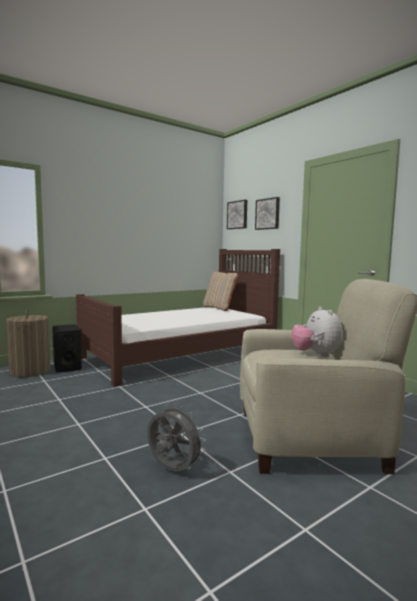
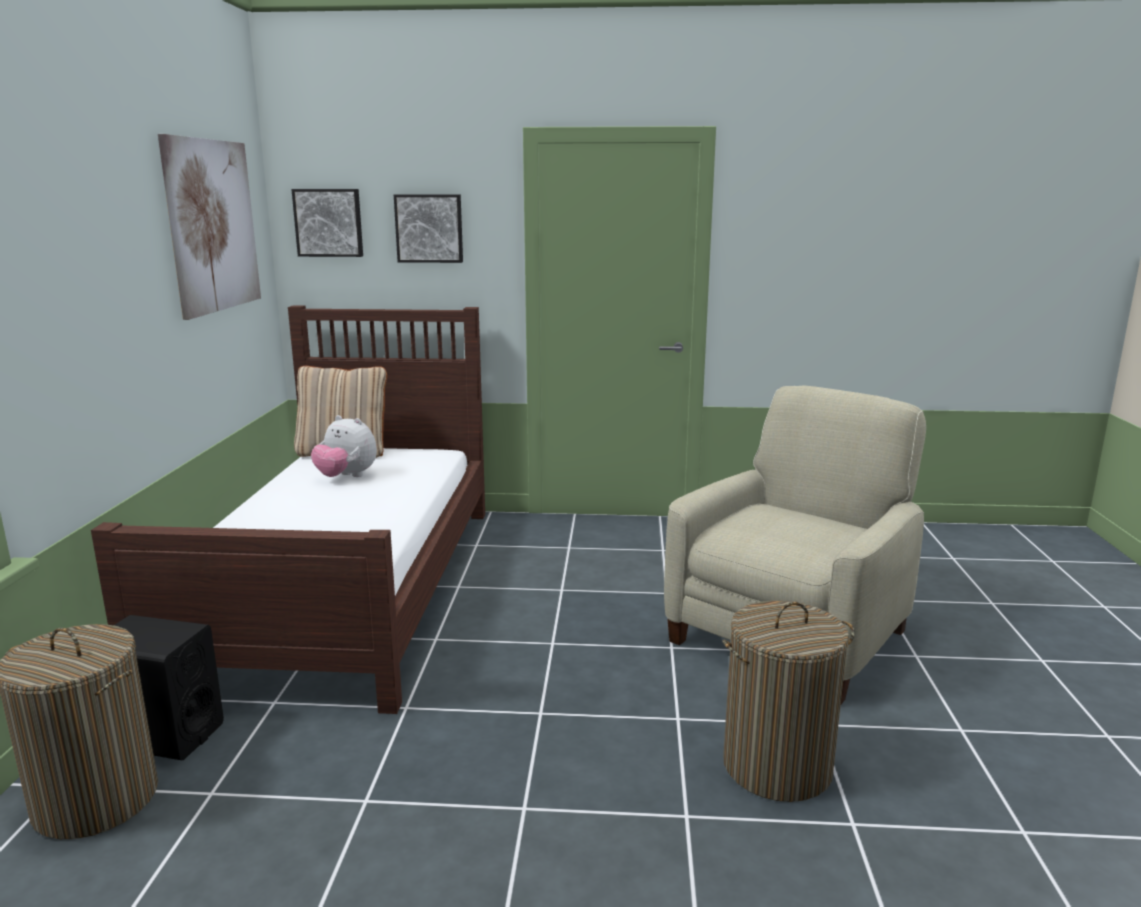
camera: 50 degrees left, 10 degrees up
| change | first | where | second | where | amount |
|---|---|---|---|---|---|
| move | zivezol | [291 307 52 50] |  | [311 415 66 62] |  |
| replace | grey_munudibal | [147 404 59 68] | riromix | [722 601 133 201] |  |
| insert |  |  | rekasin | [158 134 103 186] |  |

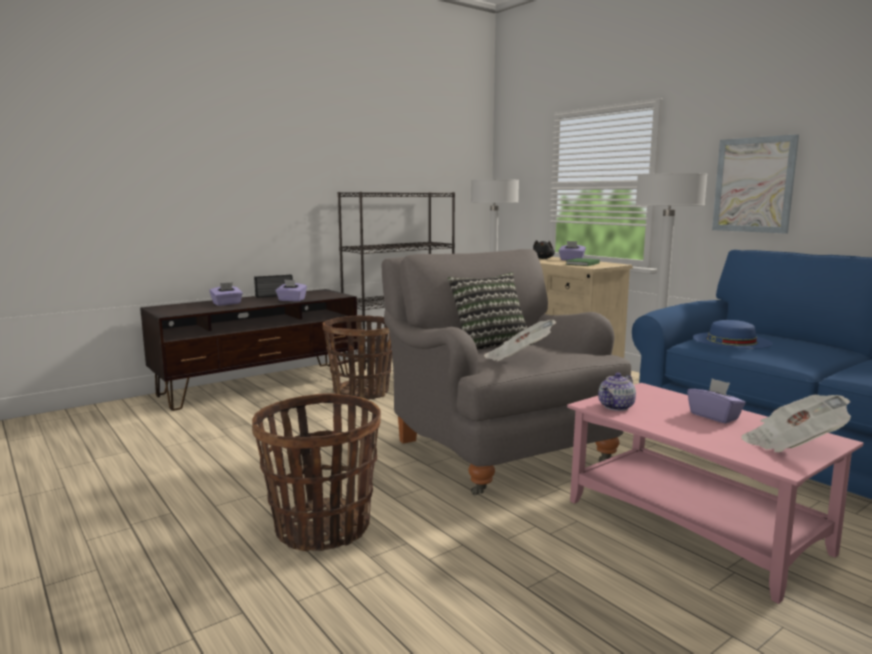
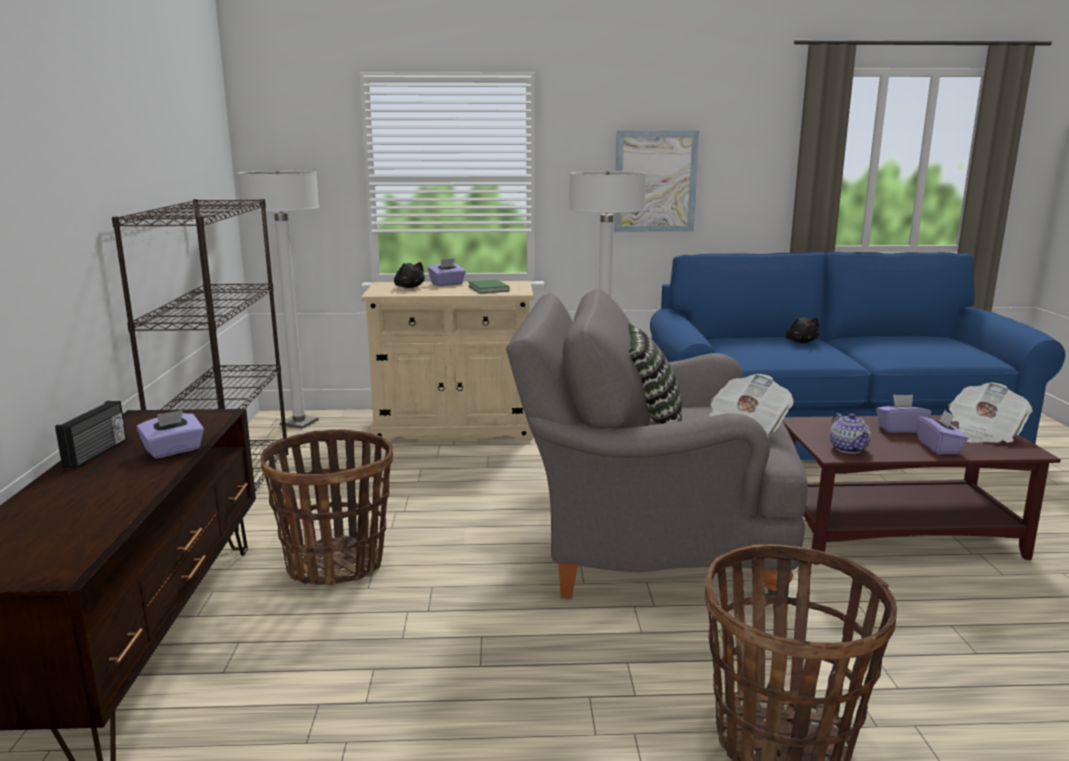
camera: 55 degrees left, 5 degrees up
| change | first | where | second | where | amount |
|---|---|---|---|---|---|
| move | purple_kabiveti | [209 282 34 24] |  | [917 410 51 44] |  |
| delete | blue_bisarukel | [693 320 80 29] |  |  |  |
| recolor | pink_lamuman | [567 383 296 221] | brown_lamuman | [782 415 279 149] |  |
| insert |  |  | black_zivezol | [785 317 34 26] |  |

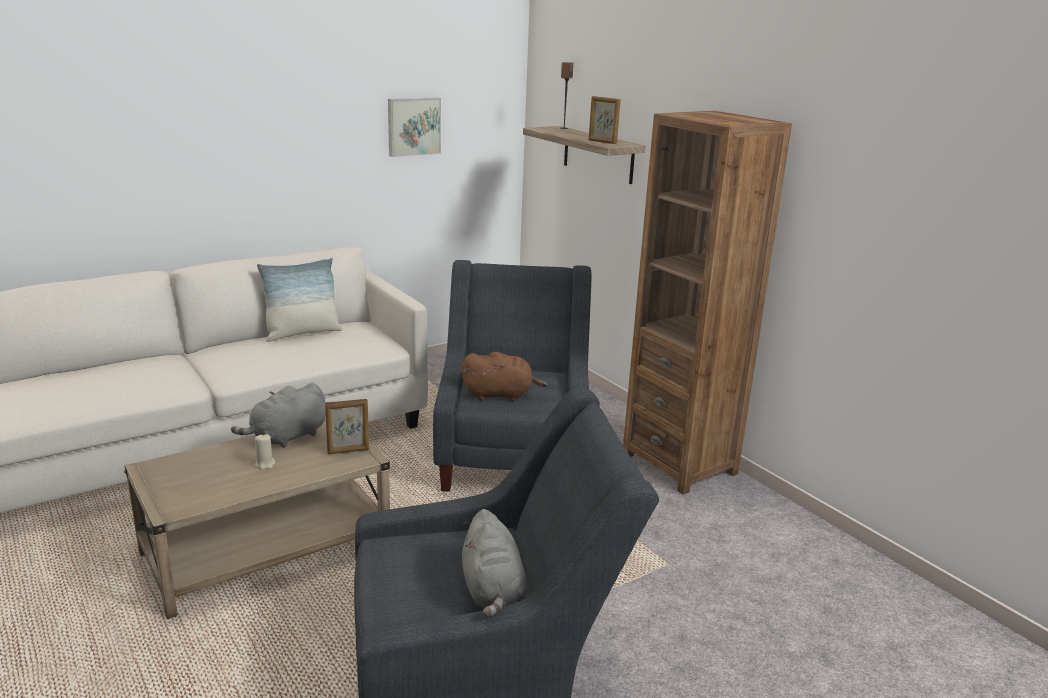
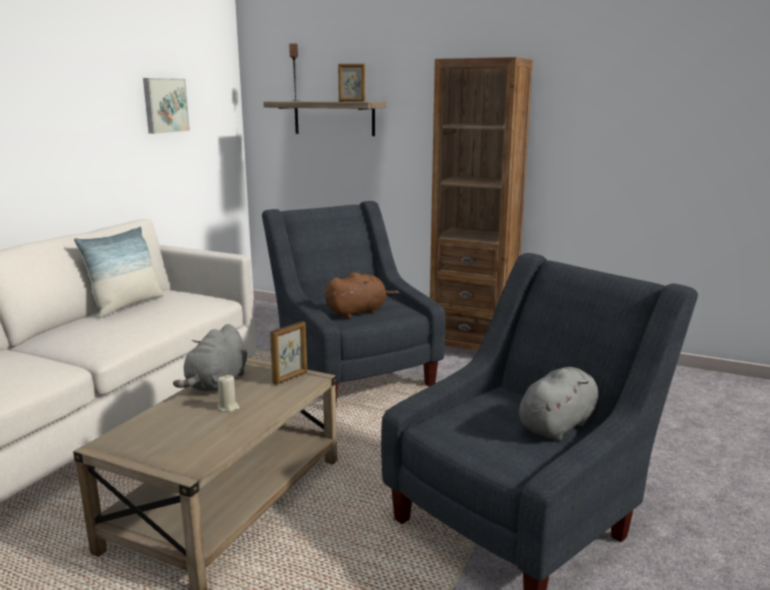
camera: 30 degrees left, 5 degrees down
| change | first | where | second | where | amount |
|---|---|---|---|---|---|
| rotate | grey_zivezol | [462 509 64 108] |  | [519 367 79 74] | 90 degrees counterclockwise |

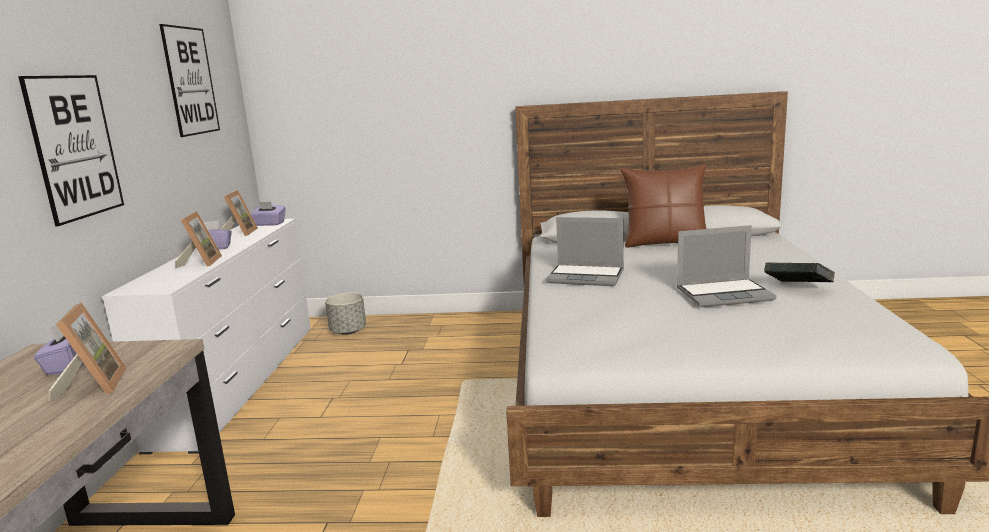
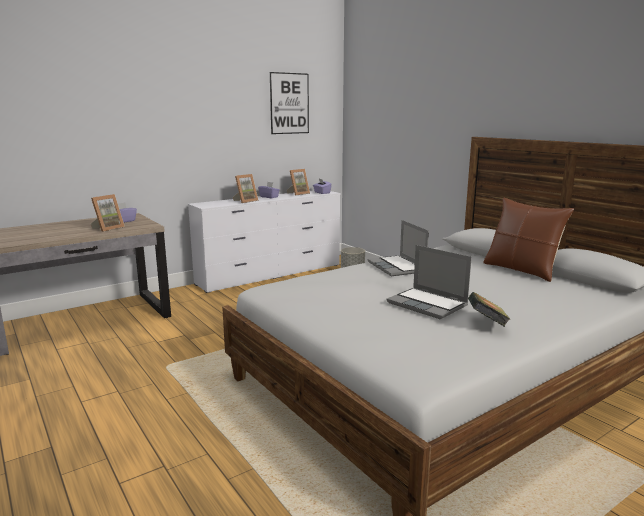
camera: 50 degrees right, 0 degrees up
| change | first | where | second | where | amount |
|---|---|---|---|---|---|
| delete | rekasin | [18 75 106 151] |  |  |  |

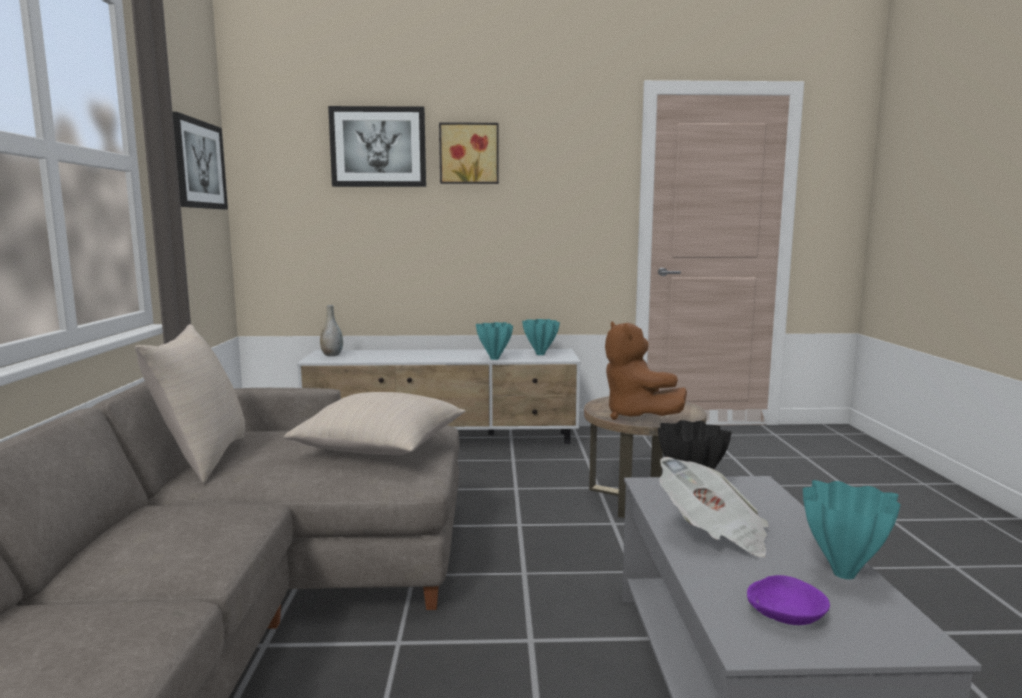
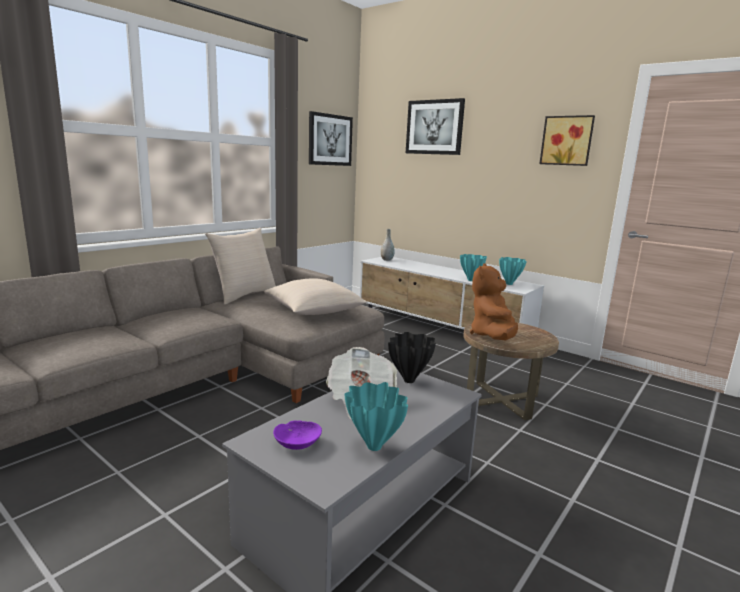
camera: 40 degrees right, 5 degrees up
| change | first | where | second | where | amount |
|---|---|---|---|---|---|
| move | rekasin | [439 122 60 62] |  | [539 115 56 51] |  |

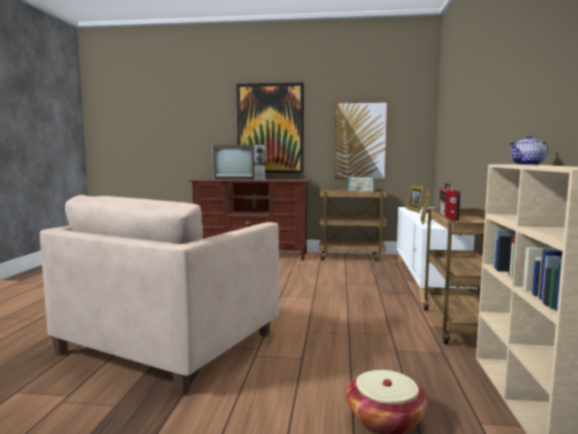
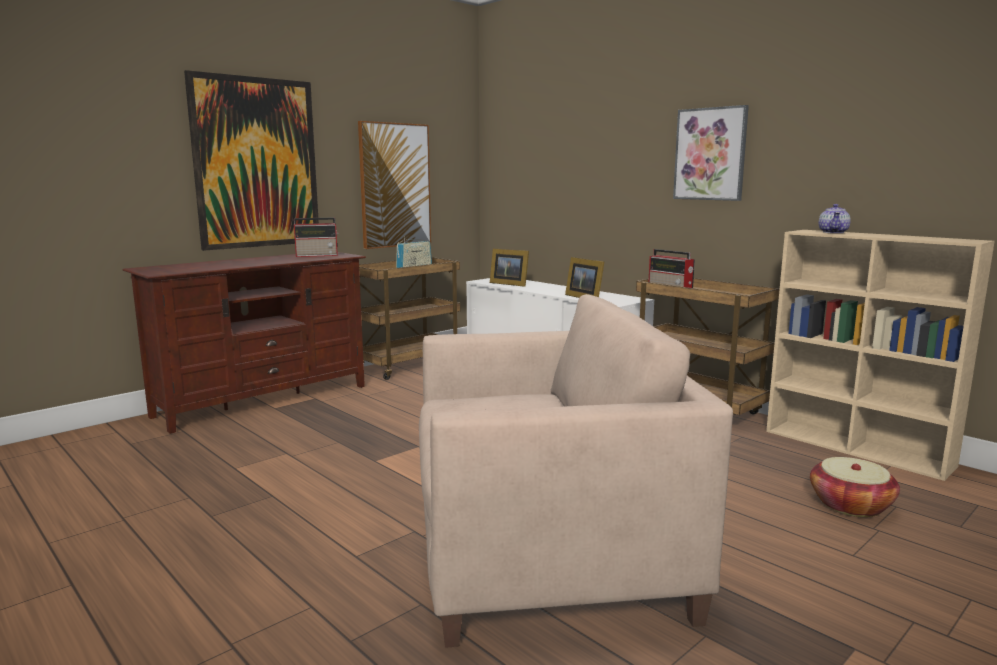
camera: 50 degrees left, 5 degrees up
| change | first | where | second | where | amount |
|---|---|---|---|---|---|
| delete | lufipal | [212 145 54 35] |  |  |  |
| rotate | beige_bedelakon | [40 195 239 200] |  | [419 294 314 354] | 75 degrees counterclockwise |
| insert |  |  | rekasin | [673 105 76 96] |  |
| insert |  |  | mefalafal | [294 218 44 39] |  |

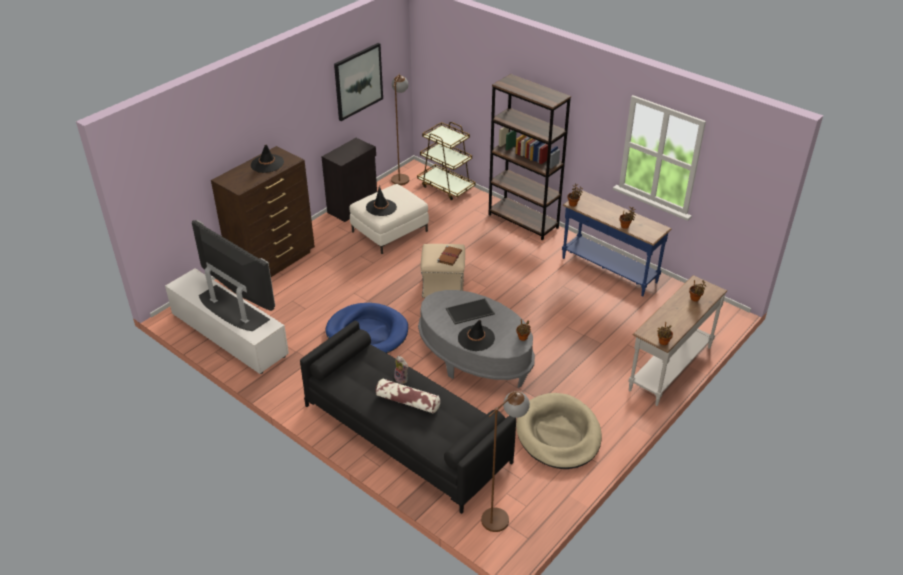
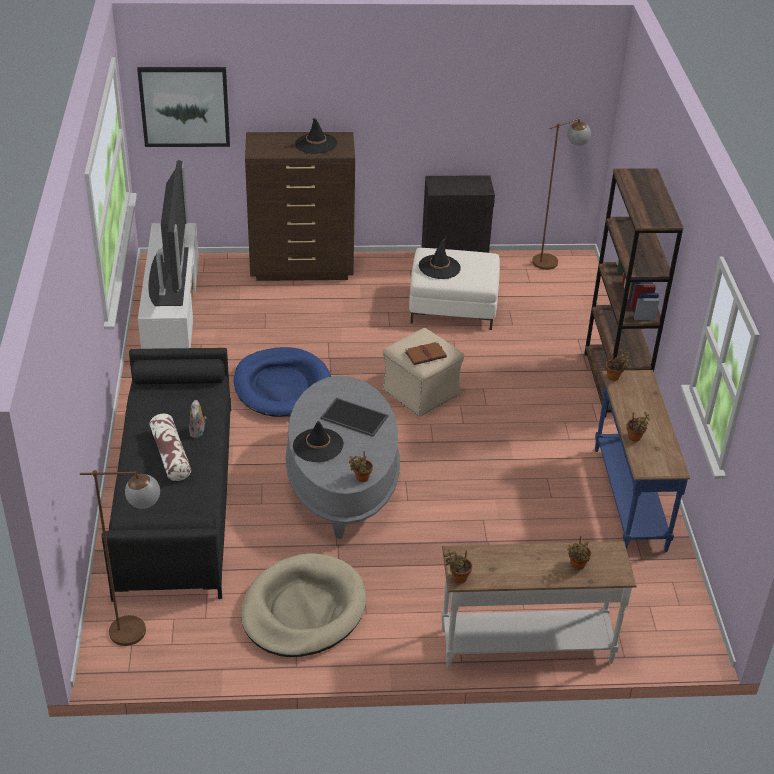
camera: 45 degrees right, 0 degrees up
| change | first | where | second | where | amount |
|---|---|---|---|---|---|
| move | rekasin | [334 43 49 78] |  | [137 67 93 80] |  |
| delete | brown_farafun | [417 122 59 78] |  |  |  |

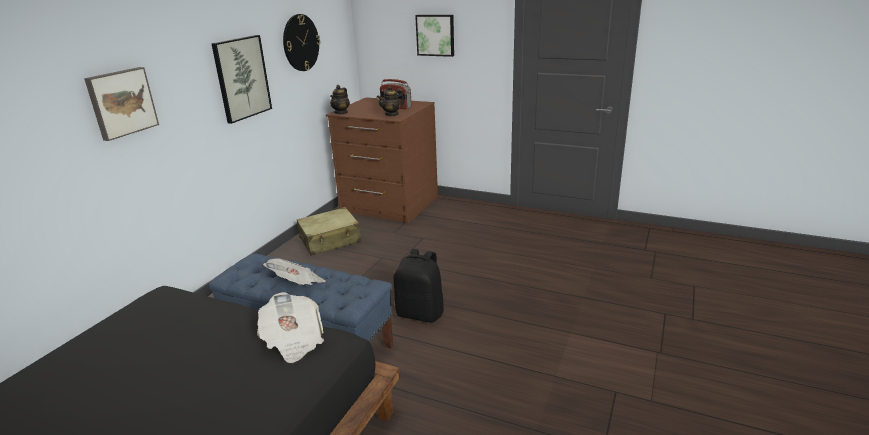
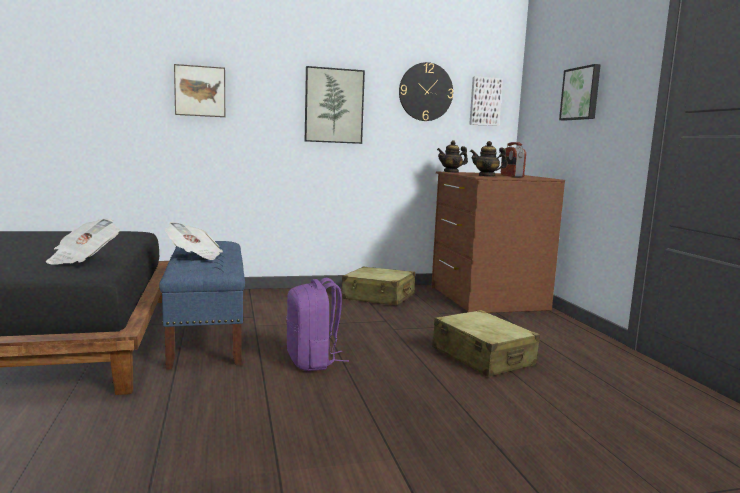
camera: 50 degrees right, 15 degrees down
| change | first | where | second | where | amount |
|---|---|---|---|---|---|
| recolor | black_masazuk | [393 249 51 73] | purple_masazuk | [286 278 63 93] |  |
| insert |  |  | rekasin | [469 76 34 50] |  |
| insert |  |  | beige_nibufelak | [432 310 108 67] |  |

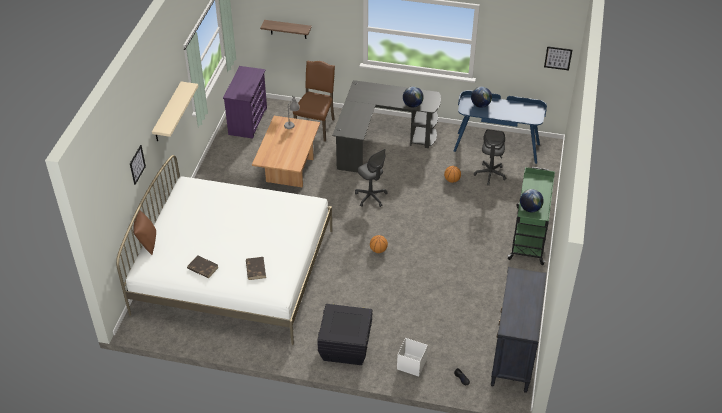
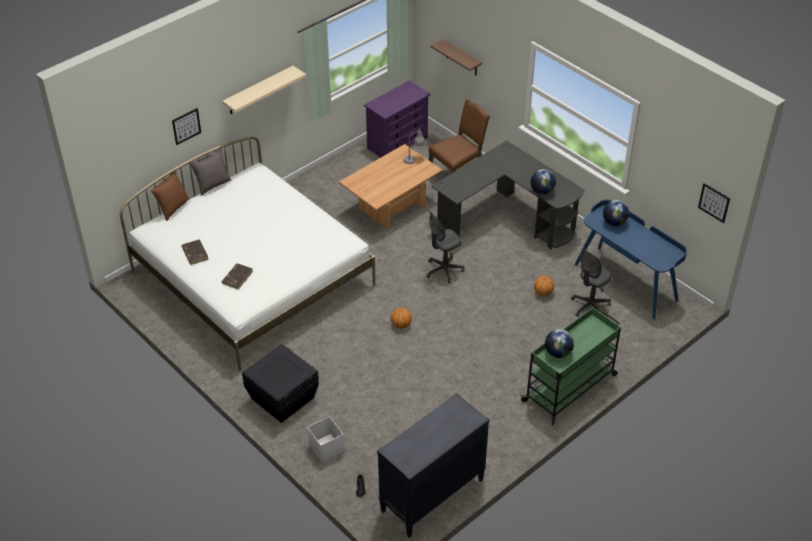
camera: 35 degrees right, 0 degrees up
| change | first | where | second | where | amount |
|---|---|---|---|---|---|
| rotate | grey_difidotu | [355 149 32 58] |  | [426 210 38 74] | 60 degrees clockwise |
| insert |  |  | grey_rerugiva | [190 149 41 47] |  |

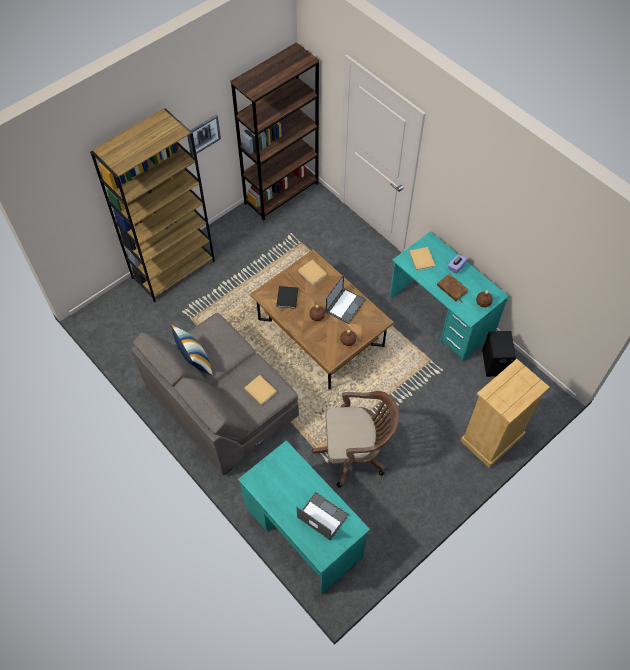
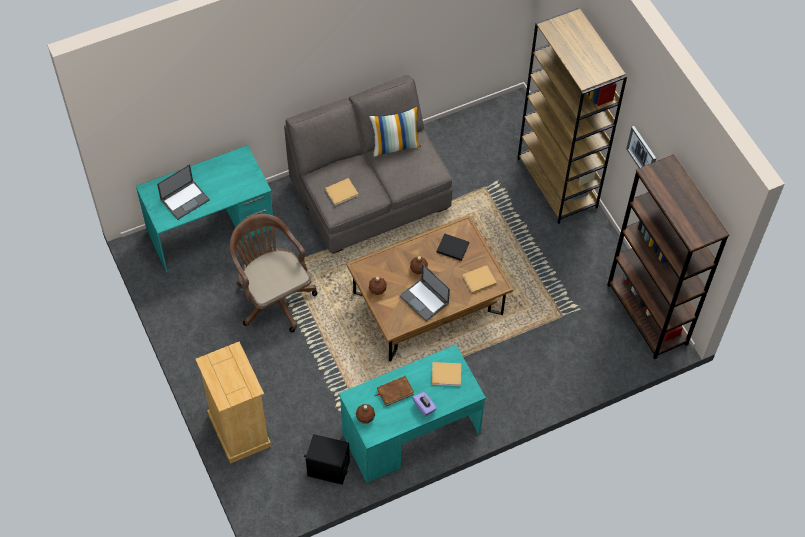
camera: 105 degrees right, 0 degrees up
| change | first | where | second | where | amount |
|---|---|---|---|---|---|
| rotate | brown_difidotu | [312 391 87 96] |  | [230 214 87 119] | 135 degrees clockwise |

